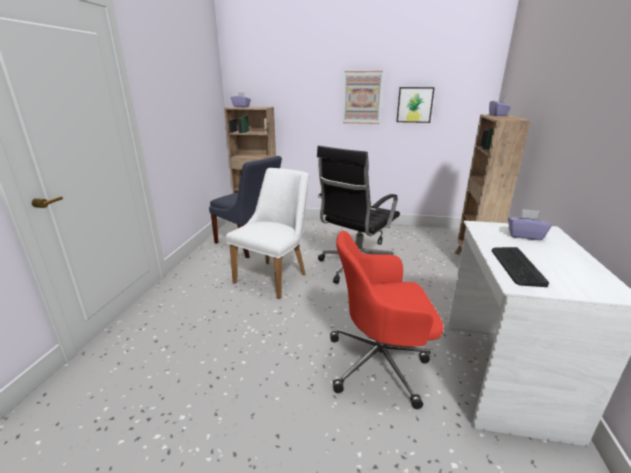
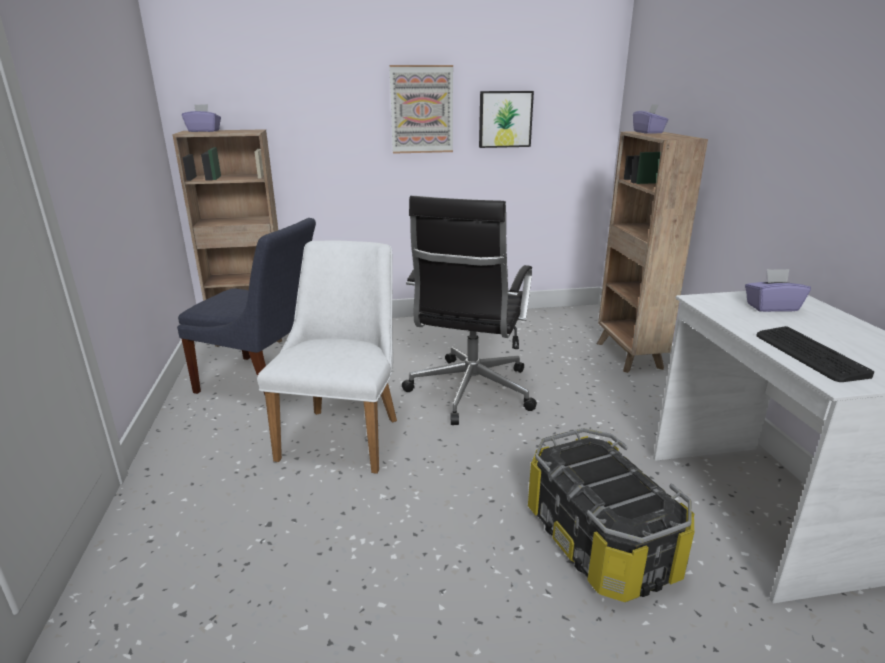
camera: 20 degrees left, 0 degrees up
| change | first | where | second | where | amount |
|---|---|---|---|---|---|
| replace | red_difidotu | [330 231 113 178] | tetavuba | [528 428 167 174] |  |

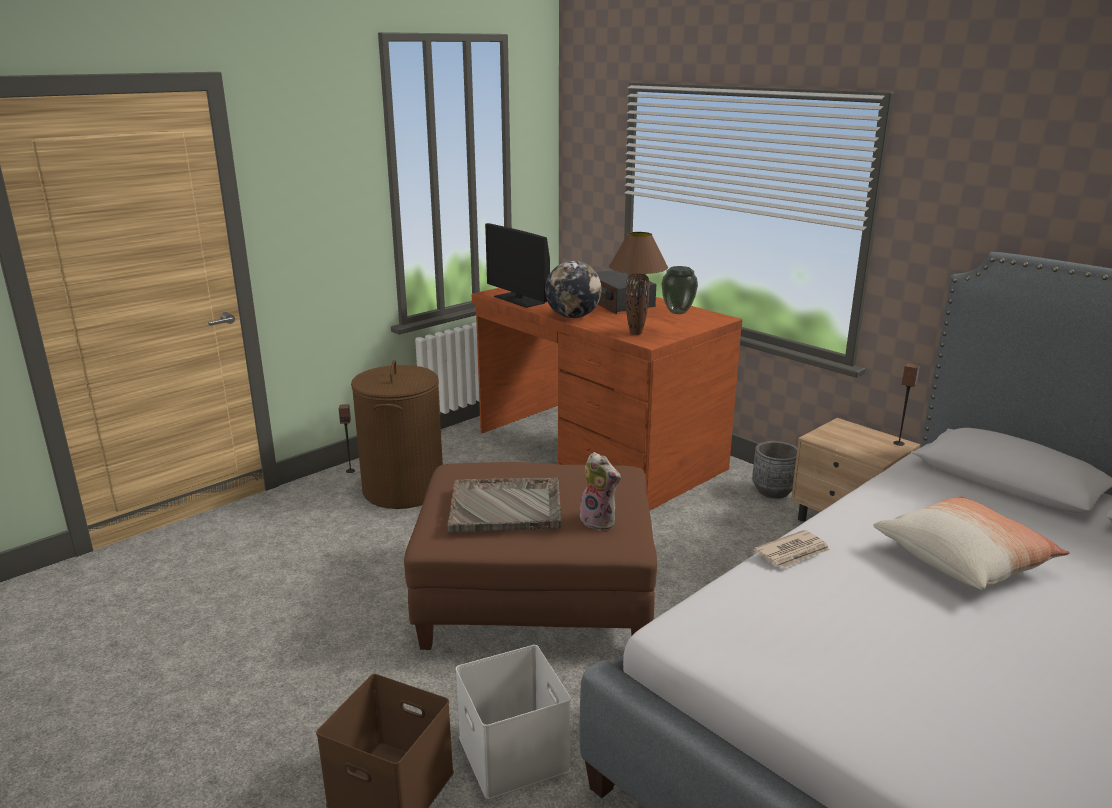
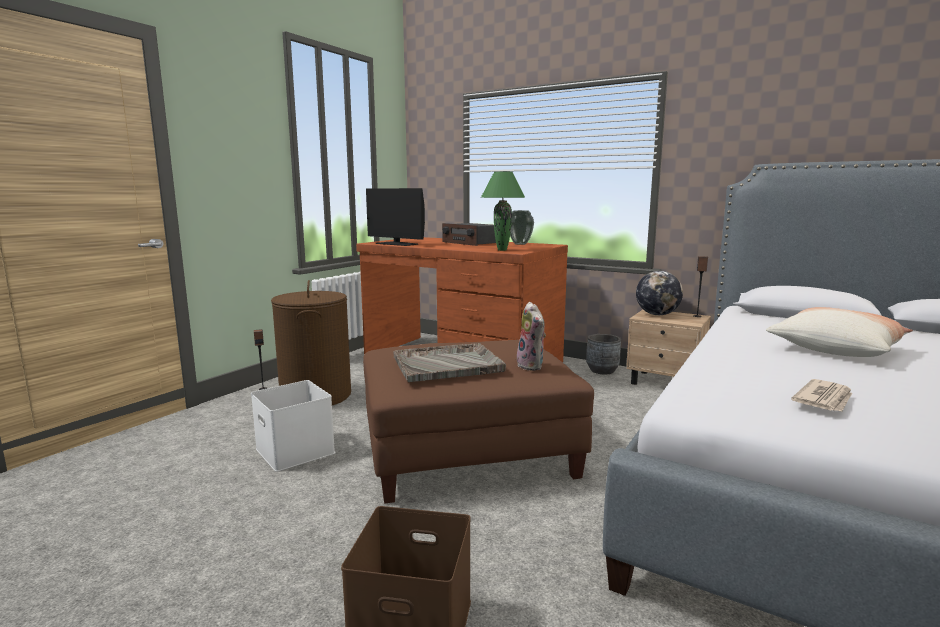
camera: 15 degrees left, 10 degrees down
| change | first | where | second | where | amount |
|---|---|---|---|---|---|
| recolor | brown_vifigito | [609 232 59 103] | green_vifigito | [481 172 44 79] |  |
| move | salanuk | [545 261 57 57] |  | [636 271 47 44] |  |
| rotate | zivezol | [575 452 46 78] |  | [517 302 29 69] | 45 degrees clockwise |
| move | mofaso | [754 530 76 39] |  | [791 379 61 33] |  |
| move | white_tetavuba | [456 645 115 154] |  | [251 380 84 92] |  |

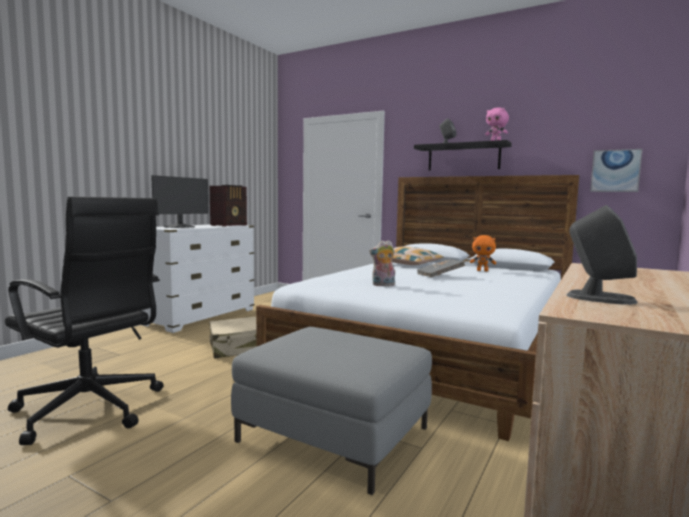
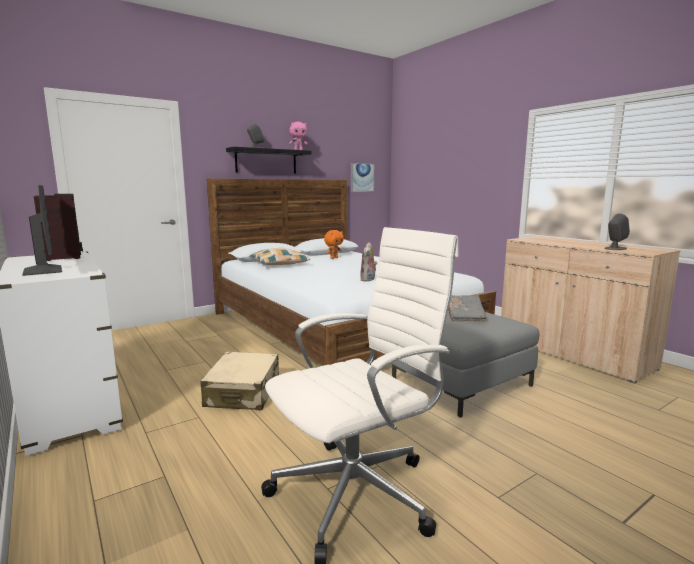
camera: 65 degrees left, 5 degrees up
| change | first | where | second | where | amount |
|---|---|---|---|---|---|
| recolor | black_difidotu | [5 196 158 249] | white_difidotu | [261 227 198 337] |  |
| move | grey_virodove | [417 259 48 18] |  | [448 295 39 27] |  |

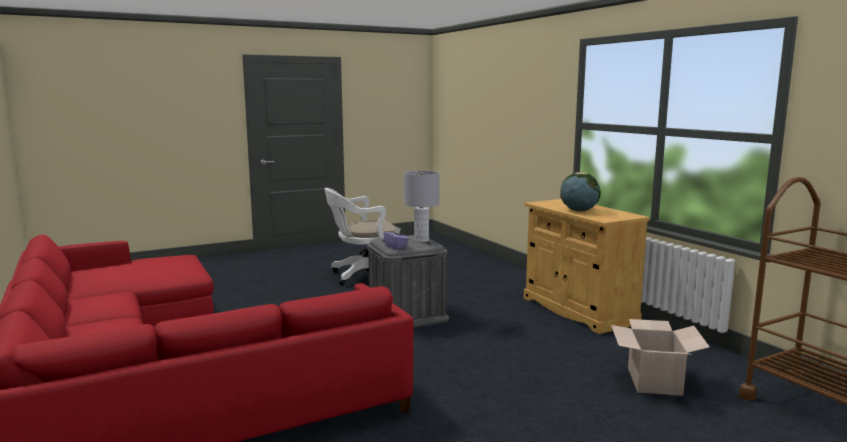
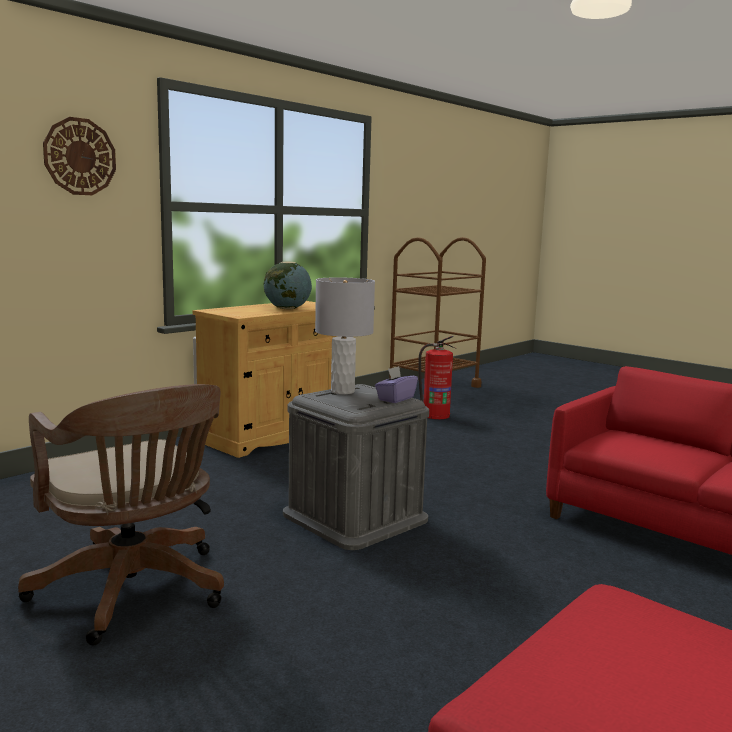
camera: 110 degrees left, 0 degrees up
| change | first | where | second | where | amount |
|---|---|---|---|---|---|
| recolor | white_difidotu | [324 188 76 98] | brown_difidotu | [18 384 206 261] |  |
| replace | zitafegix | [611 319 99 77] | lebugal | [418 336 38 83] |  |
| insert |  |  | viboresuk | [43 117 73 78] |  |

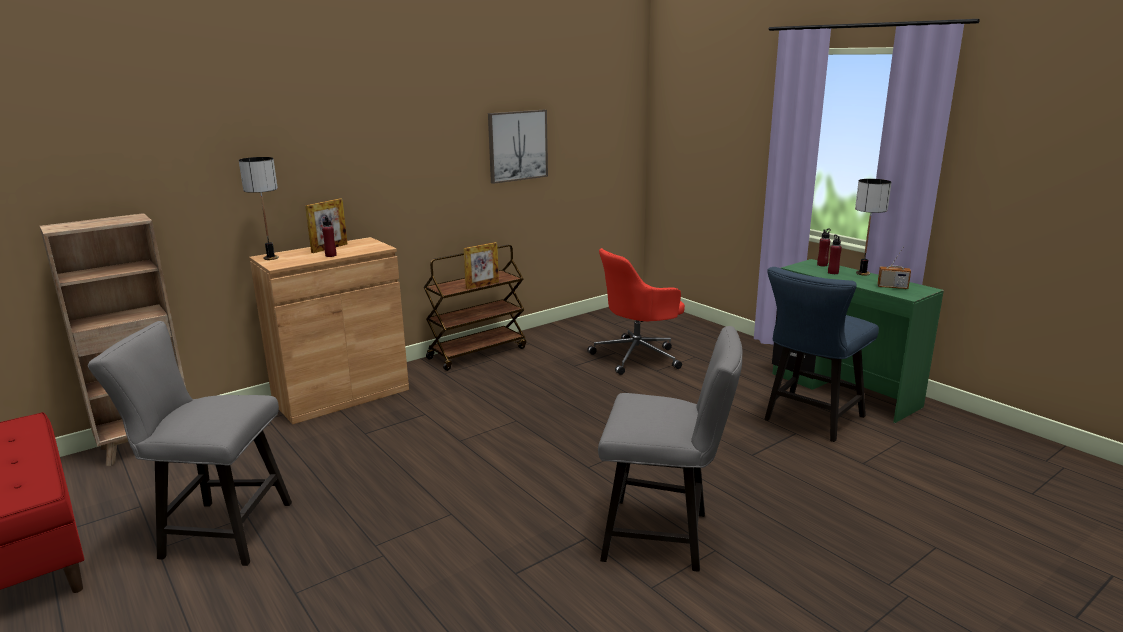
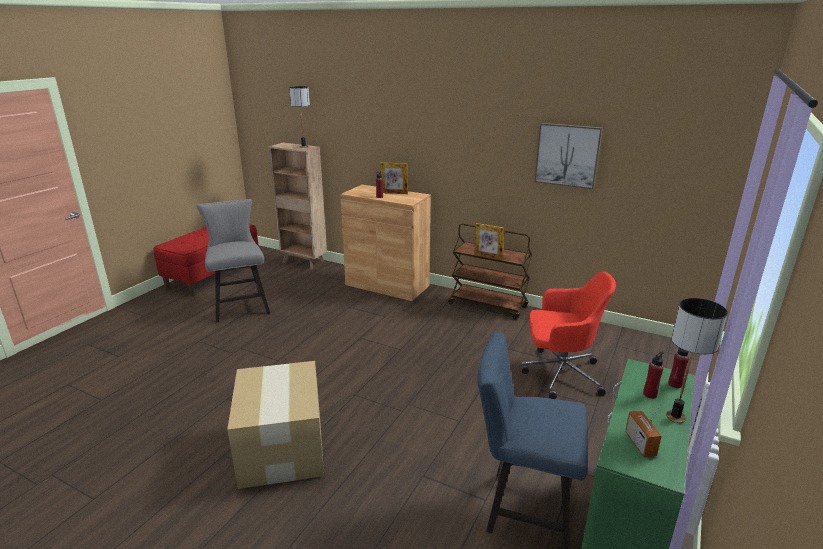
camera: 65 degrees right, 5 degrees up
| change | first | where | second | where | amount |
|---|---|---|---|---|---|
| move | vifigito | [239 157 40 103] |  | [289 86 21 62] |  |
| rotate | red_difidotu | [587 248 98 127] |  | [521 271 95 128] | 150 degrees clockwise |
| replace | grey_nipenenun | [598 326 144 246] | zitafegix | [227 361 97 128] |  |

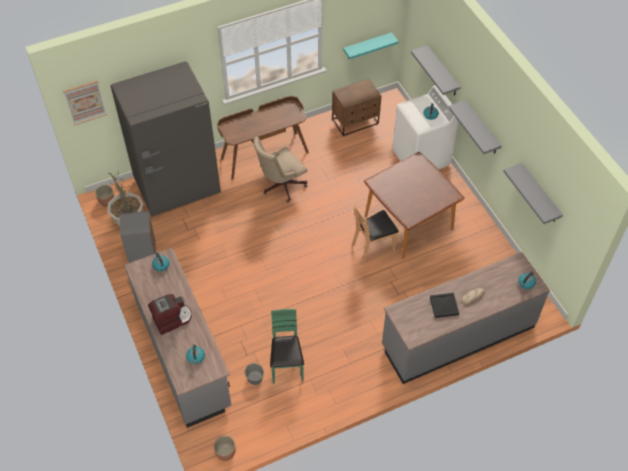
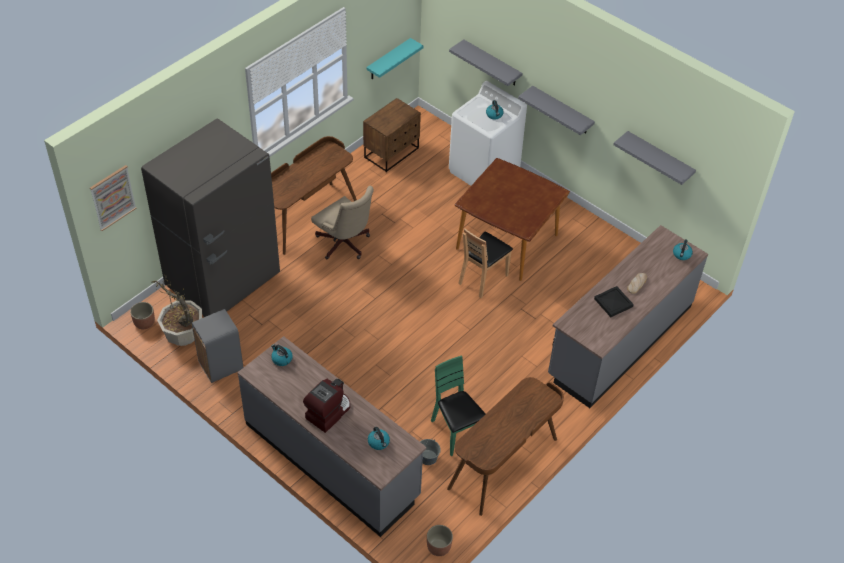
camera: 25 degrees left, 5 degrees down
| change | first | where | second | where | amount |
|---|---|---|---|---|---|
| rotate | beige_difidotu | [253 137 54 66] |  | [311 186 63 73] | 75 degrees counterclockwise |
| insert |  |  | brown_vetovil | [447 377 117 139] |  |

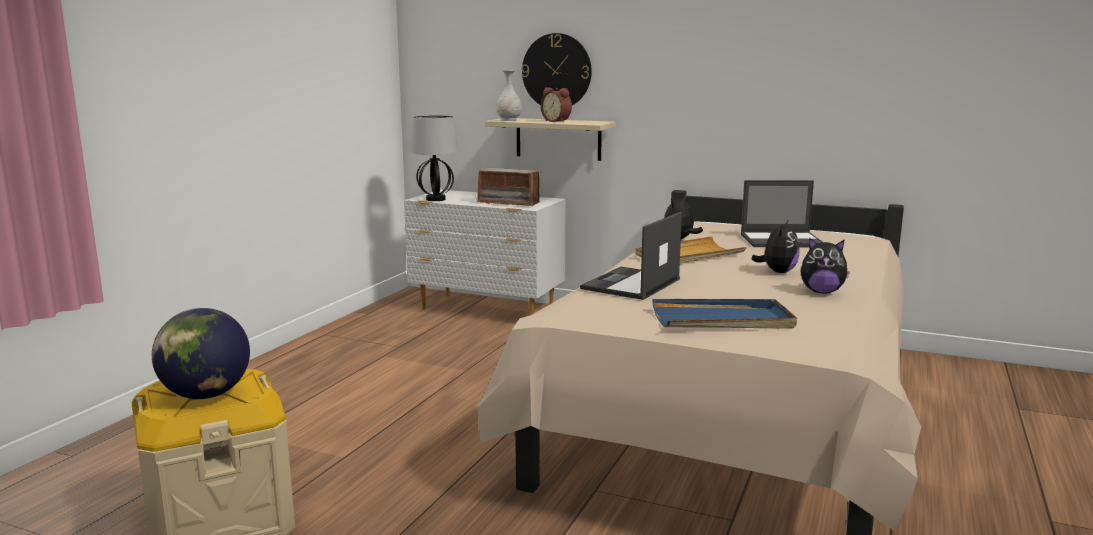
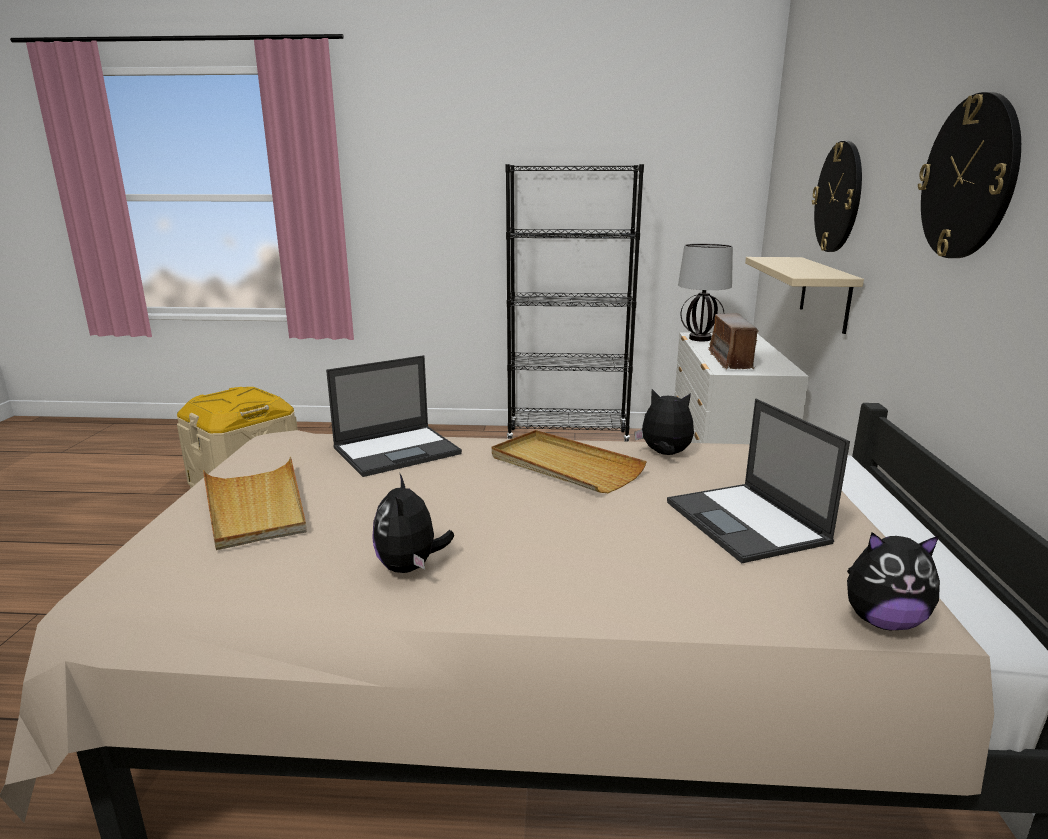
camera: 70 degrees right, 5 degrees up
| change | first | where | second | where | amount |
|---|---|---|---|---|---|
| delete | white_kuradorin | [497 70 25 51] |  |  |  |
| delete | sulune | [541 87 31 35] |  |  |  |
| rotate | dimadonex | [580 212 102 88] |  | [326 355 136 122] | 135 degrees clockwise |
| move | zivezol | [752 219 48 54] |  | [847 532 93 98] |  |
| recolor | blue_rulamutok | [653 299 144 30] | beige_rulamutok | [203 457 104 93] |  |
| delete | salanuk | [152 308 98 91] |  |  |  |
| insert |  |  | viboresuk | [918 92 103 166] |  |
| insert |  |  | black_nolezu | [505 164 139 278] |  |

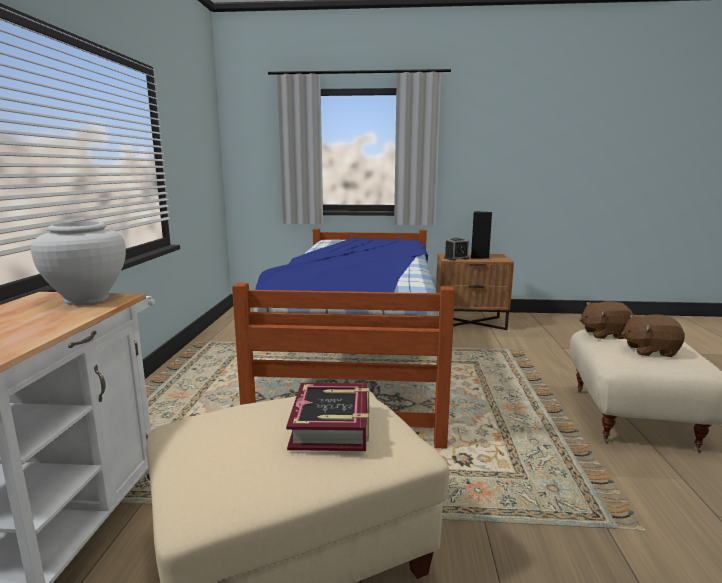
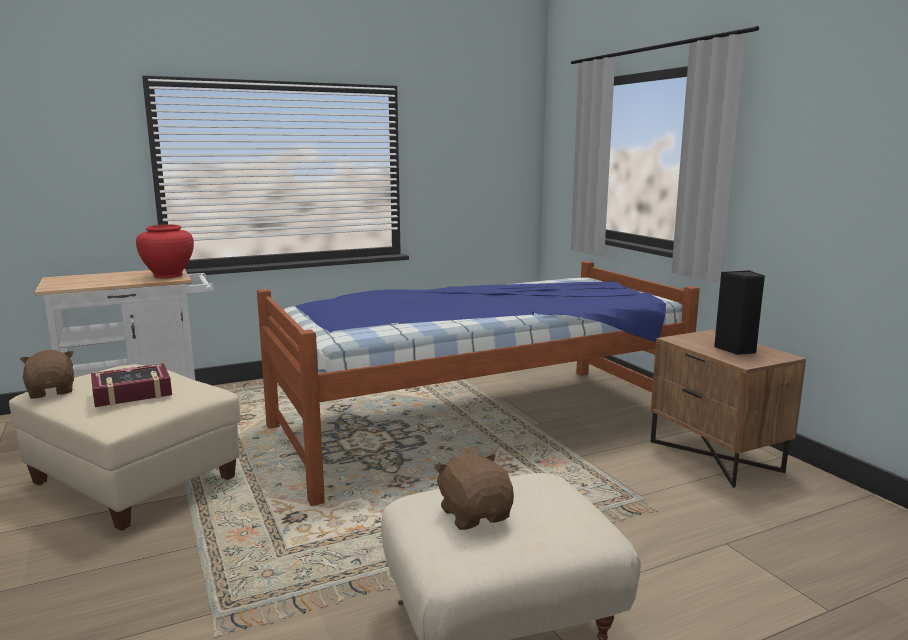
camera: 60 degrees right, 0 degrees up
| change | first | where | second | where | amount |
|---|---|---|---|---|---|
| recolor | white_kuradorin | [31 221 95 84] | red_kuradorin | [136 224 58 55] |  |
| delete | sulune | [444 238 25 23] |  |  |  |
| move | brown_zivezol | [580 301 53 38] |  | [20 350 54 48] |  |

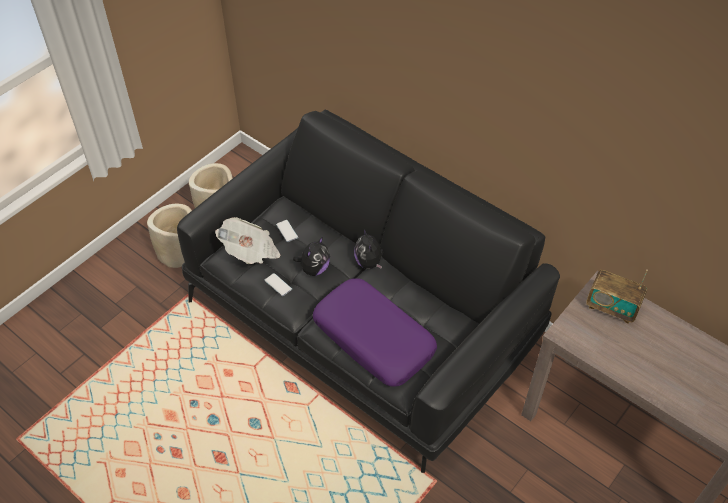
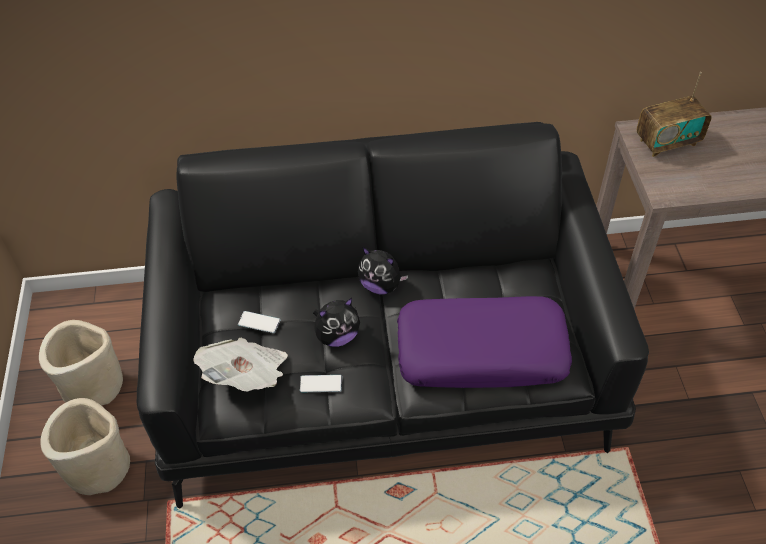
camera: 45 degrees left, 0 degrees up
| change | first | where | second | where | amount |
|---|---|---|---|---|---|
| rotate | zivezol | [293 236 37 40] |  | [313 298 47 49] | 75 degrees clockwise |

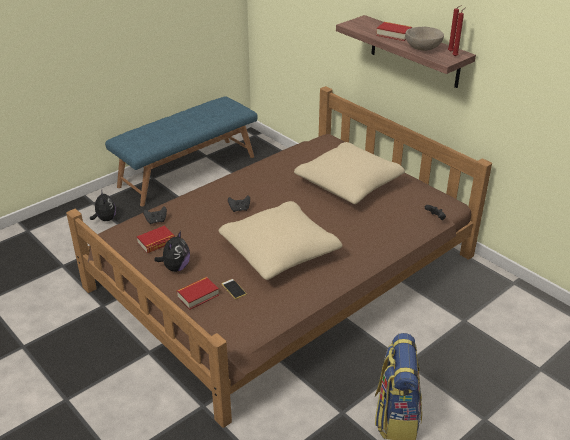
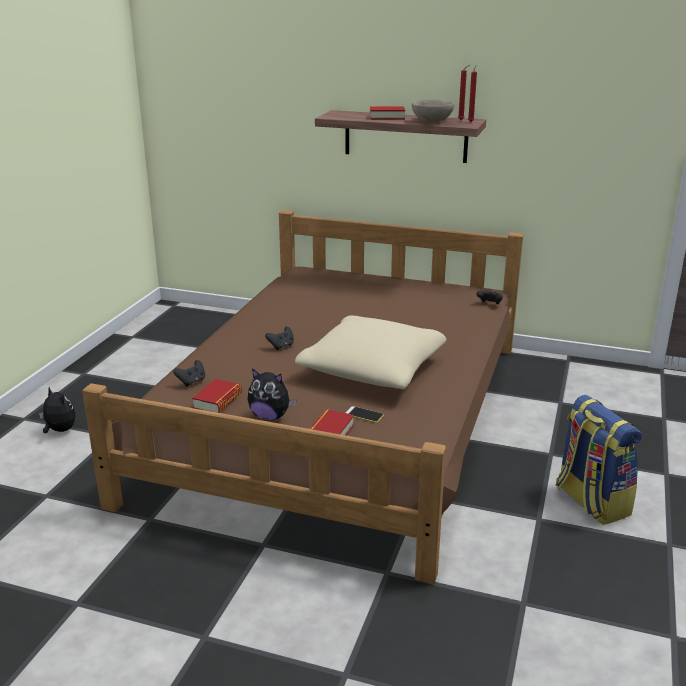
camera: 30 degrees left, 10 degrees down
| change | first | where | second | where | amount |
|---|---|---|---|---|---|
| delete | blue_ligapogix | [105 96 153 111] |  |  |  |
| delete | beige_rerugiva | [294 142 111 62] |  |  |  |
| rotate | zivezol | [154 231 36 41] |  | [247 368 50 52] | 120 degrees clockwise |

